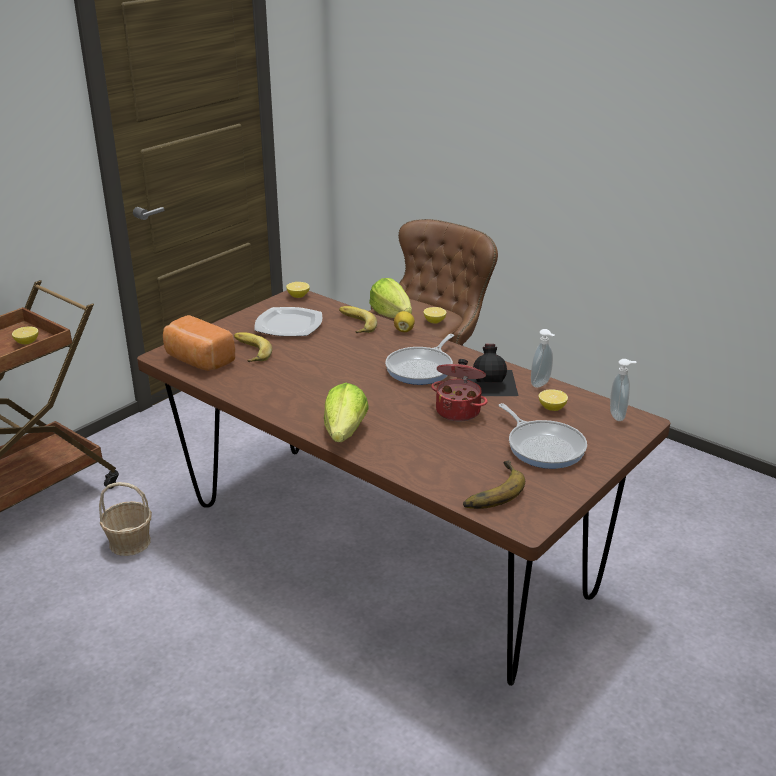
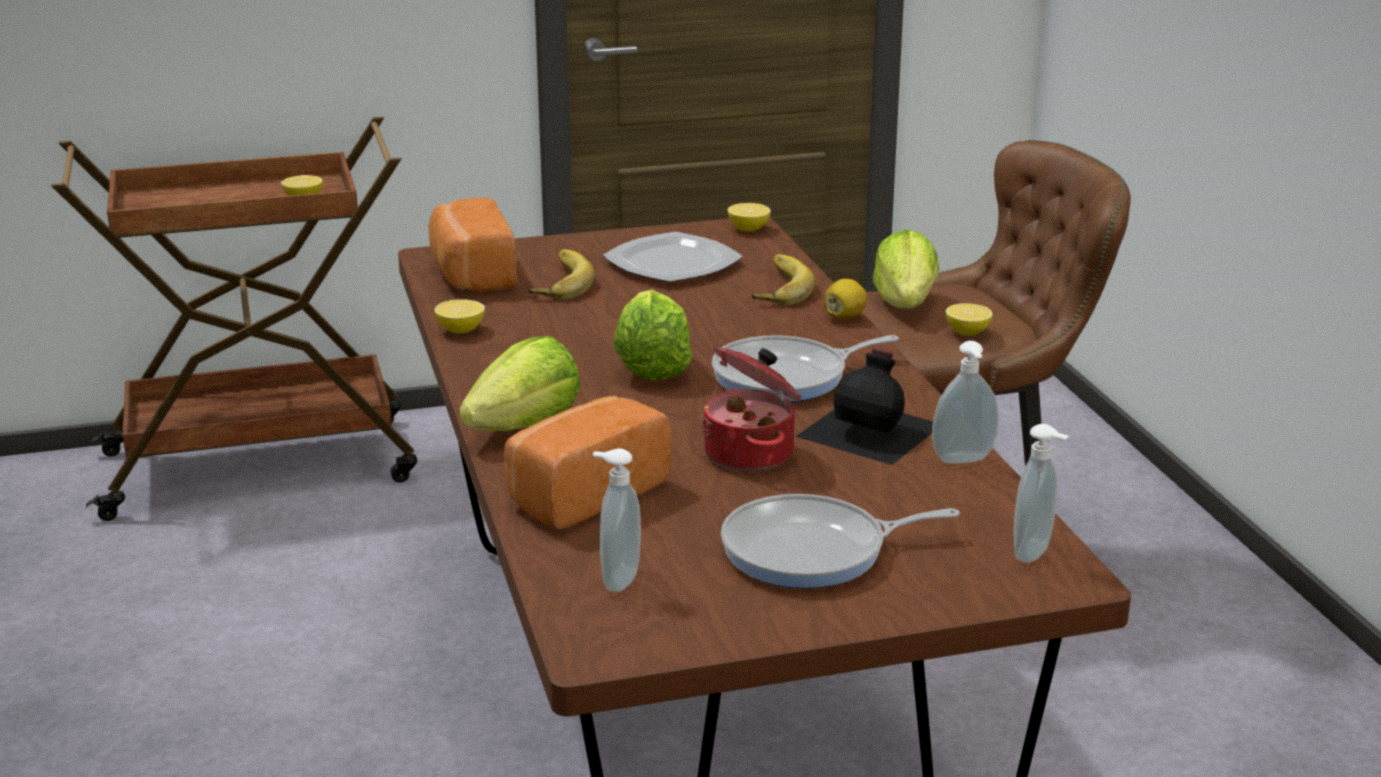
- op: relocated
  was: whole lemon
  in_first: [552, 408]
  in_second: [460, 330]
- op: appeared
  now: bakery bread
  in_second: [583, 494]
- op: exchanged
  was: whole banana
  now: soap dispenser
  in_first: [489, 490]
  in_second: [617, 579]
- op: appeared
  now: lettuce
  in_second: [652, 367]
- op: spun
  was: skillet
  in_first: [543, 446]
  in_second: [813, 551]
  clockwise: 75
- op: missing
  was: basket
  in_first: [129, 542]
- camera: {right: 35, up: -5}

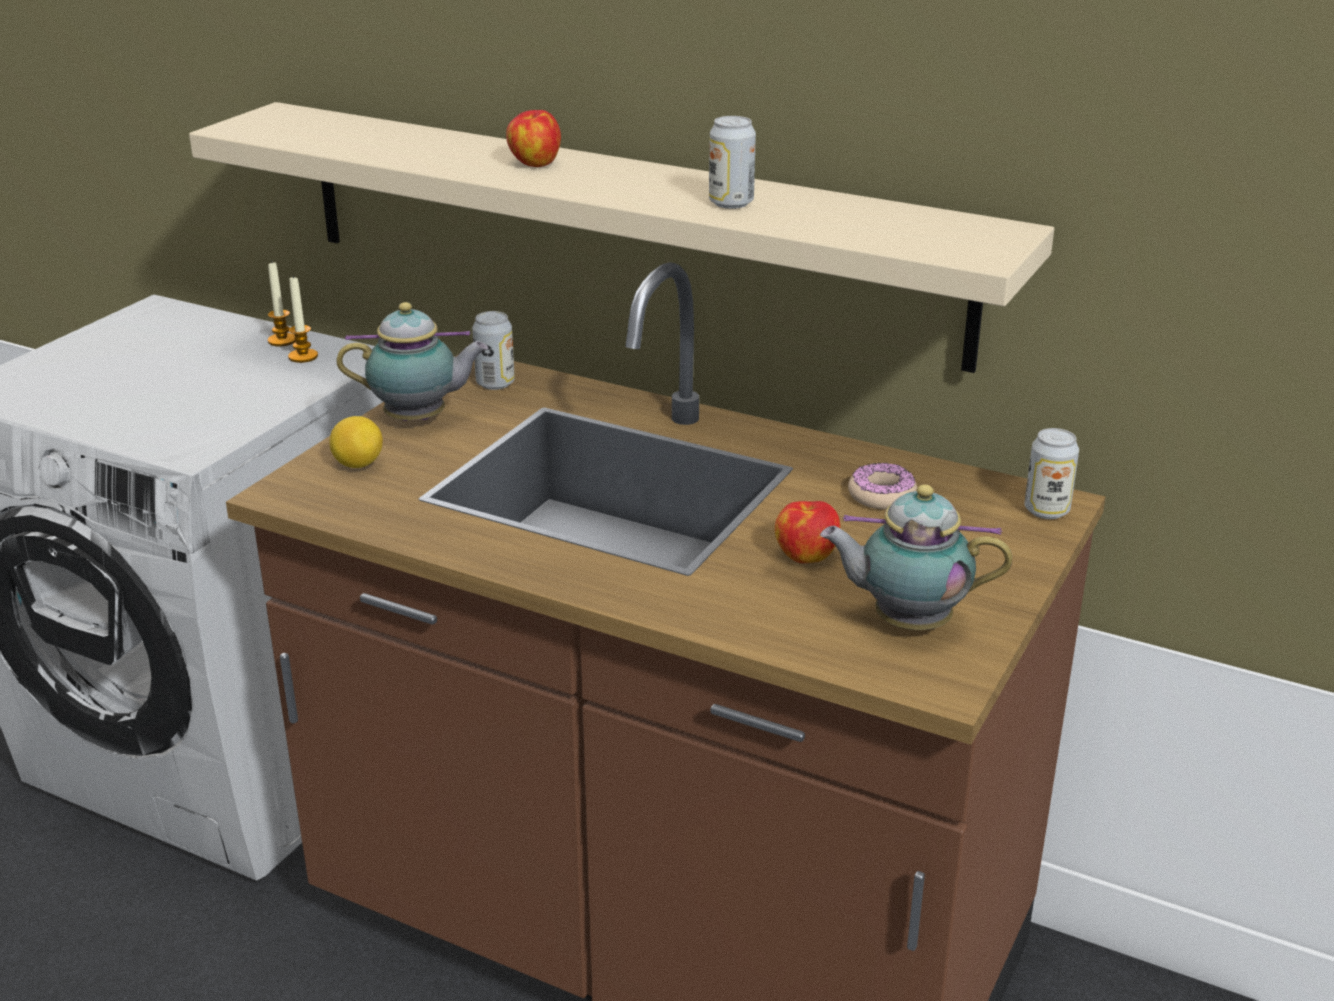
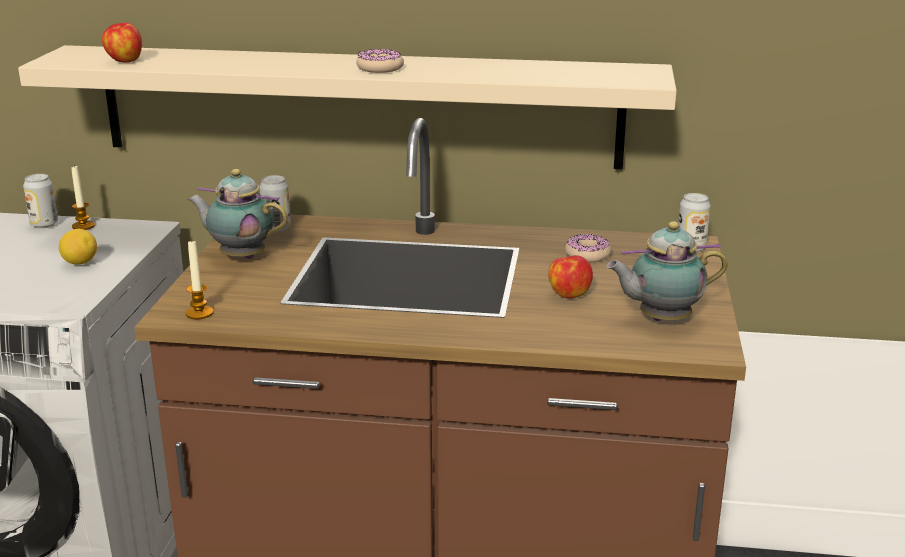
- op: relocated
  was: can
  in_first: [731, 203]
  in_second: [44, 224]
- op: relocated
  was: whole lemon
  in_first: [358, 465]
  in_second: [80, 263]
- op: relocated
  was: apple
  in_first: [534, 164]
  in_second: [124, 61]
- op: relocated
  was: wax light
  in_first: [303, 356]
  in_second: [199, 313]
- op: spun
  was: pot for tea
  in_first: [420, 420]
  in_second: [240, 256]
  clockwise: -135
- op: appeared
  now: ring doughnut
  in_second: [380, 68]
- camera: {right: -20, up: -5}

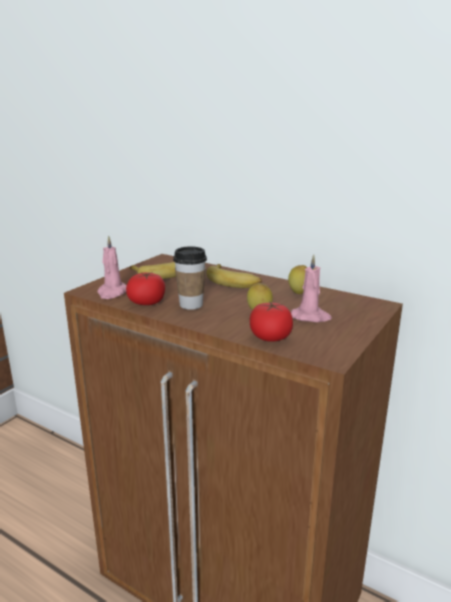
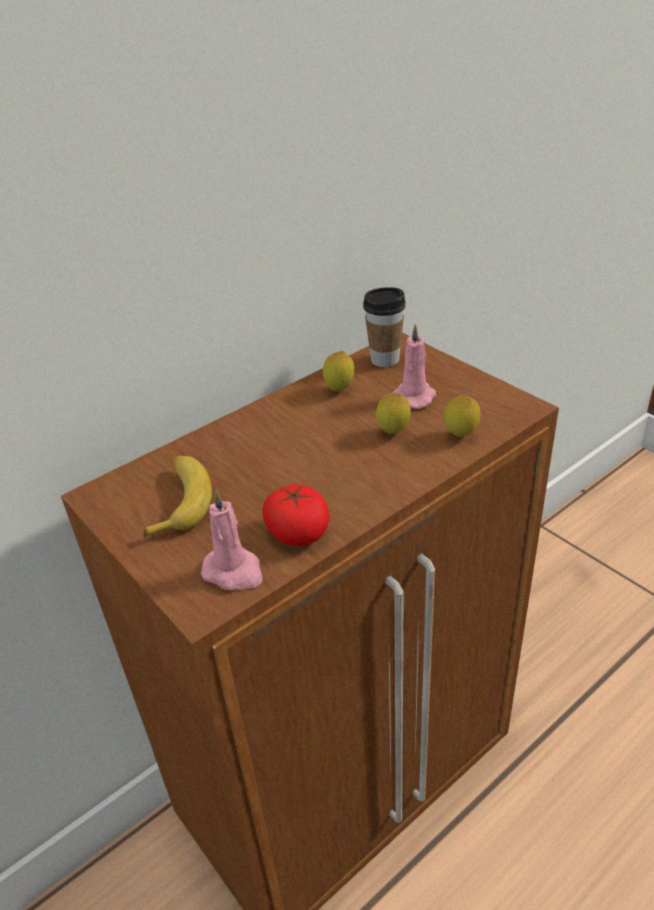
- op: relocated
  was: small cup
  in_first: [191, 305]
  in_second: [385, 359]
- op: exchanged
  was: tomato
  now: whole lemon
  in_first: [270, 336]
  in_second: [460, 436]
- op: missing
  was: whole banana
  in_first: [233, 282]
- camera: {right: -70, up: 15}

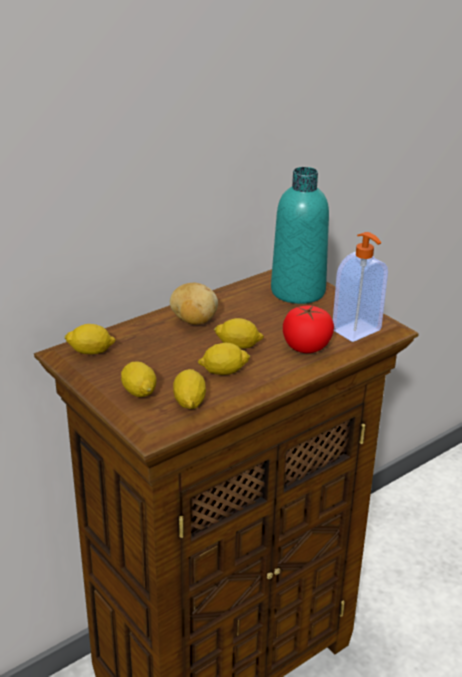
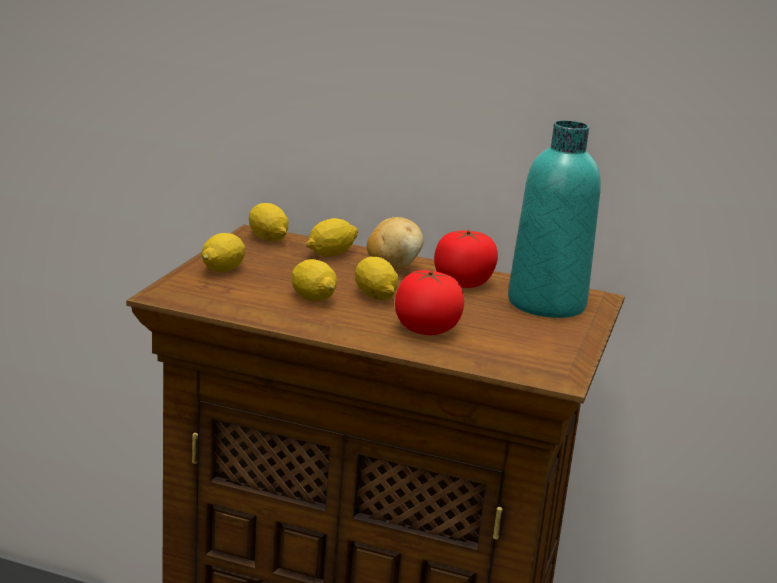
- op: relocated
  was: whole lemon
  in_first: [189, 402]
  in_second: [330, 253]
- op: appeared
  now: tomato
  in_second: [463, 283]
- op: missing
  was: soap dispenser
  in_first: [357, 331]
- camera: {right: 55, up: -10}

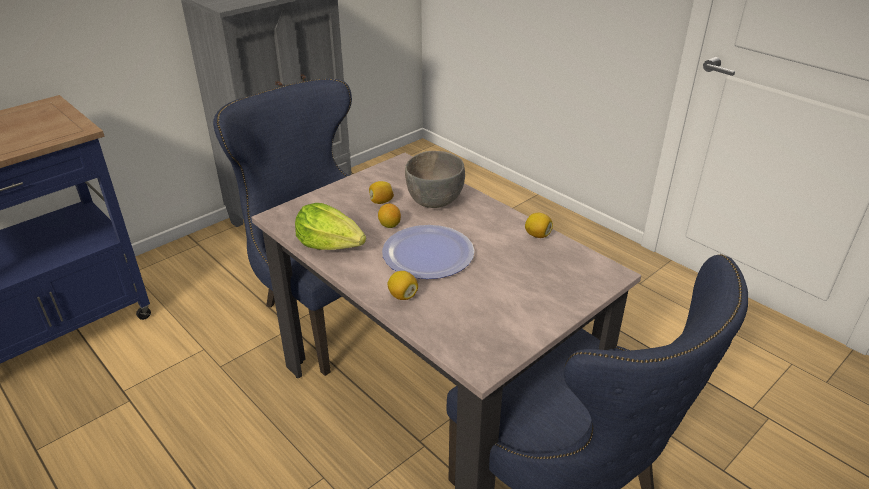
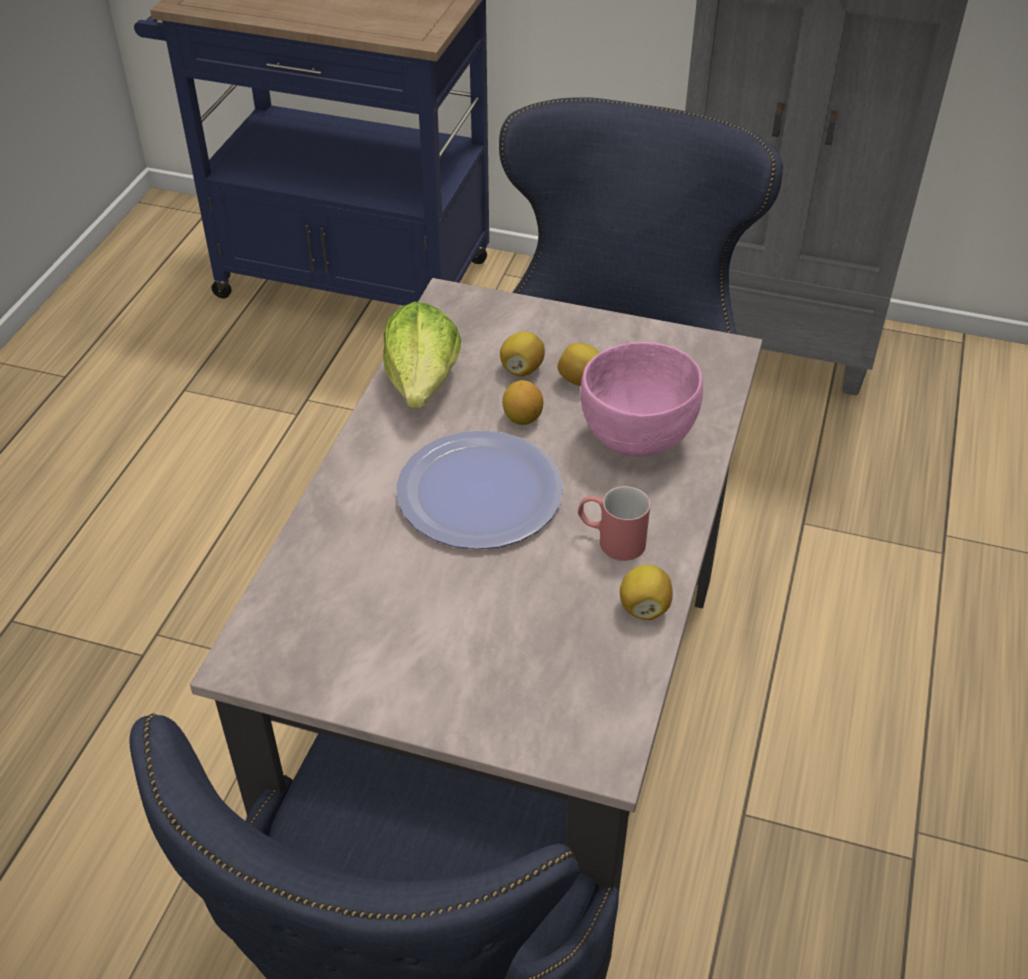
- op: relocated
  was: whole lemon
  in_first: [402, 295]
  in_second: [522, 369]
- op: appeared
  now: reddish tea mug
  in_second: [610, 540]
- op: colour
  was: greyish serving bowl
  now: pink serving bowl
  in_first: [435, 201]
  in_second: [638, 438]
- camera: {right: 60, up: 10}

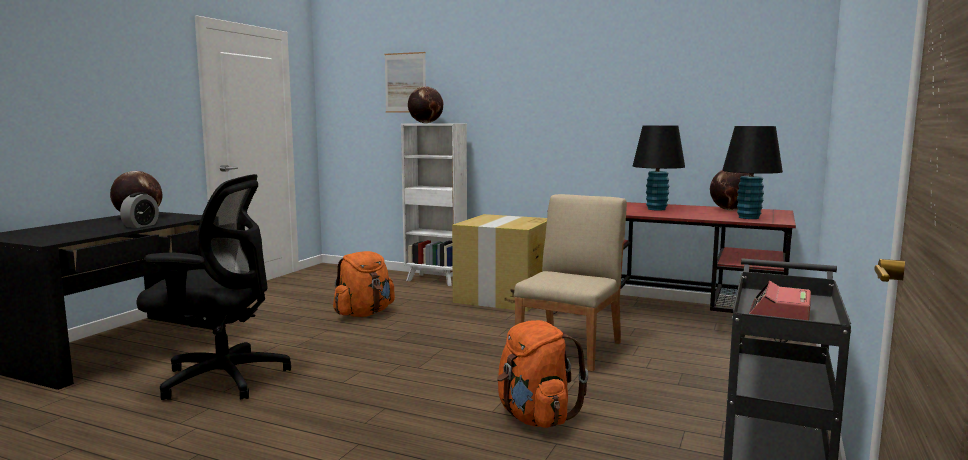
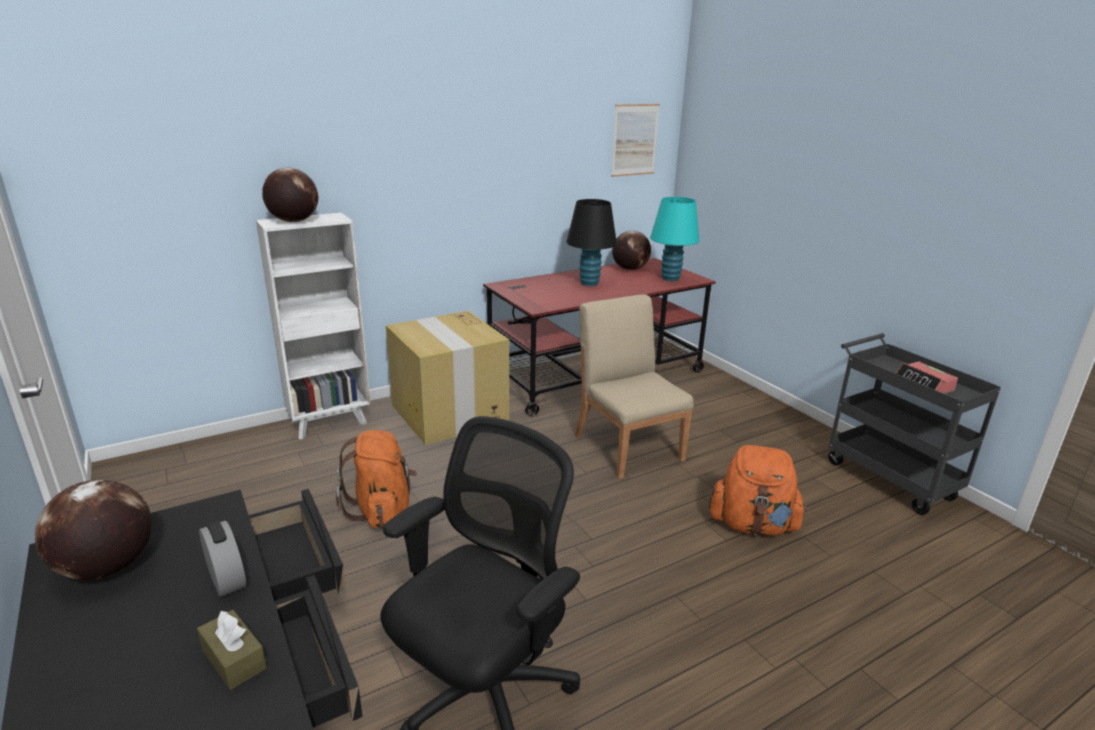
- op: appeared
  now: brownish tissue holder
  in_second: [234, 659]
- op: relocated
  was: wall art
  in_first: [405, 82]
  in_second: [635, 140]
- op: colour
  was: blackish tabletop lamp
  now: turquoise-coloured tabletop lamp
  in_first: [748, 217]
  in_second: [670, 278]
- camera: {right: -55, up: 15}

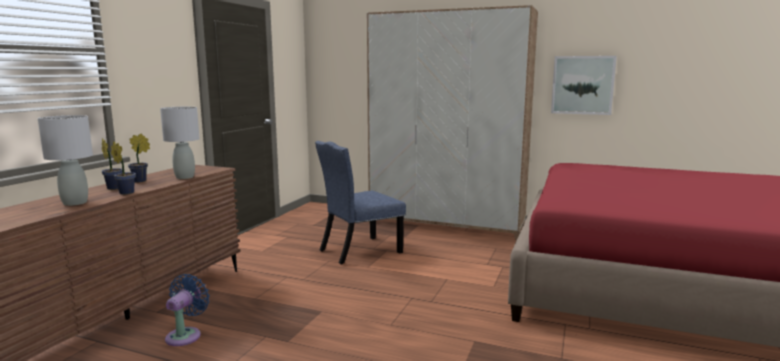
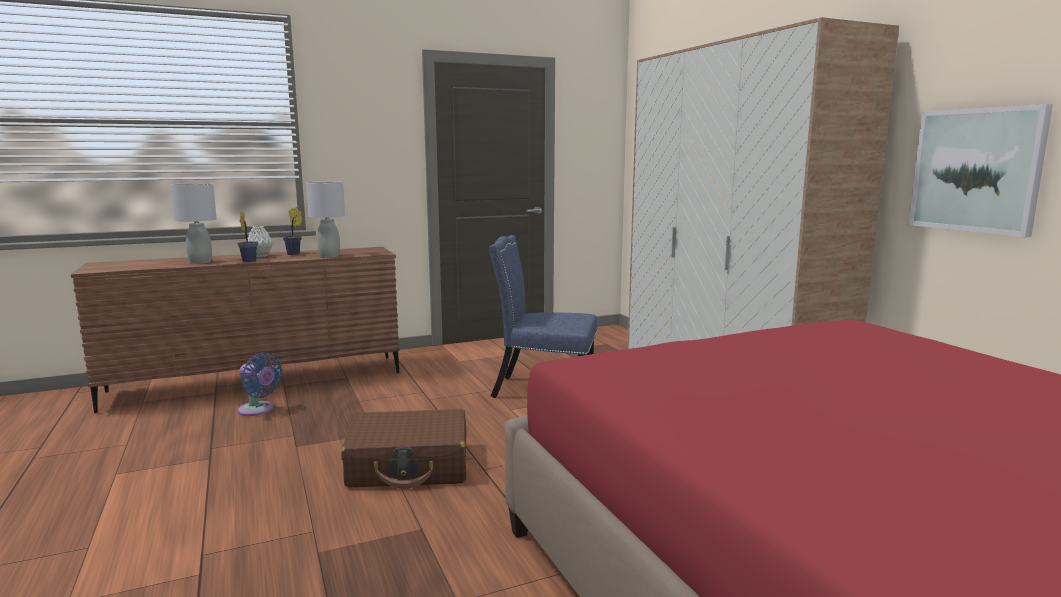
- op: spun
  was: blue cooling fan
  in_first: [186, 335]
  in_second: [258, 410]
  clockwise: 60
- op: exchanged
  was: plant in a pot
  now: greyish flower vase
  in_first: [113, 188]
  in_second: [260, 256]
- op: appeared
  now: brownish suitcase
  in_second: [409, 466]
- camera: {right: 45, up: 0}

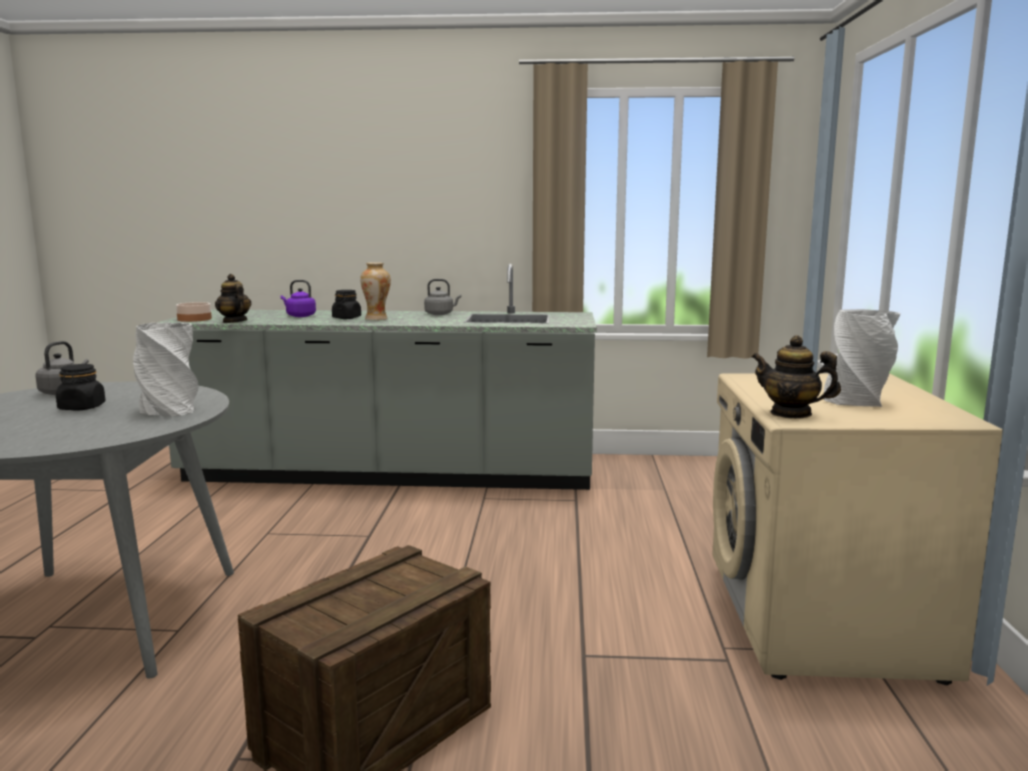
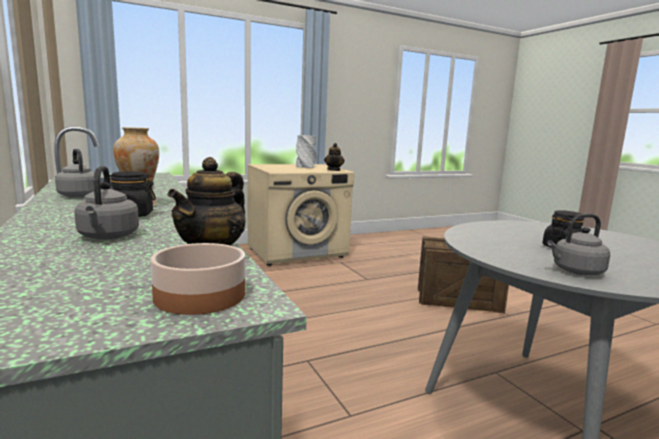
- op: colour
  was: purple tea kettle
  now: greyish tea kettle
  in_first: [299, 316]
  in_second: [108, 237]
- op: missing
  was: greyish flower vase
  in_first: [168, 410]
- camera: {right: -120, up: 0}

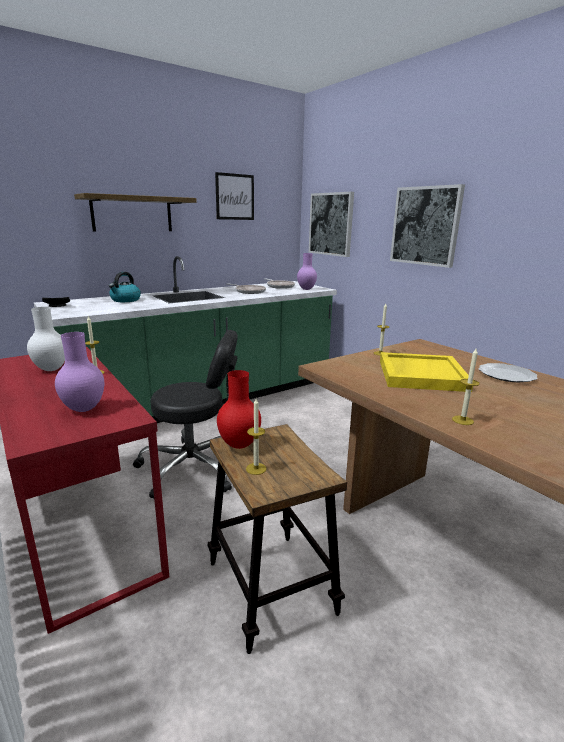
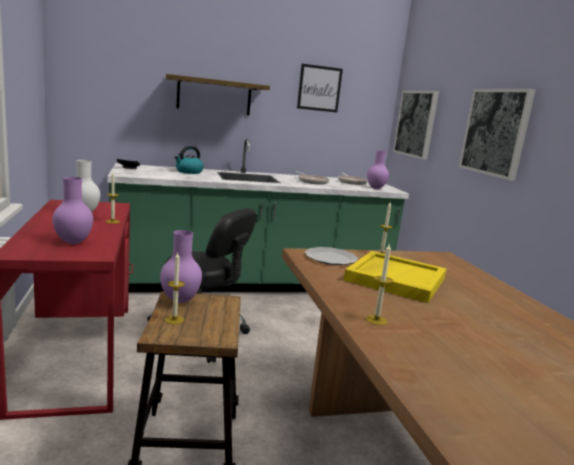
- op: colour
  was: reddish flower vase
  now: purple flower vase
  in_first: [240, 445]
  in_second: [180, 301]
- op: relocated
  was: plate
  in_first: [507, 375]
  in_second: [331, 258]
- camera: {right: 20, up: -5}

